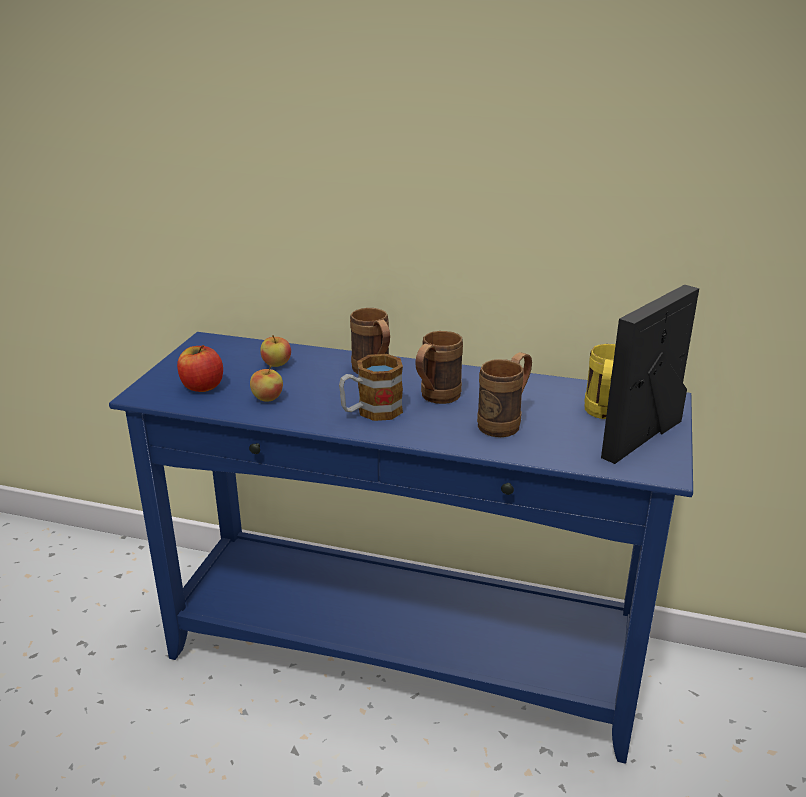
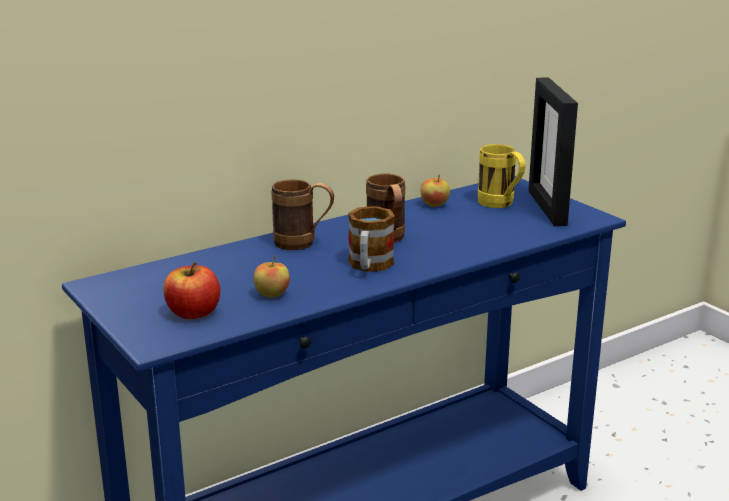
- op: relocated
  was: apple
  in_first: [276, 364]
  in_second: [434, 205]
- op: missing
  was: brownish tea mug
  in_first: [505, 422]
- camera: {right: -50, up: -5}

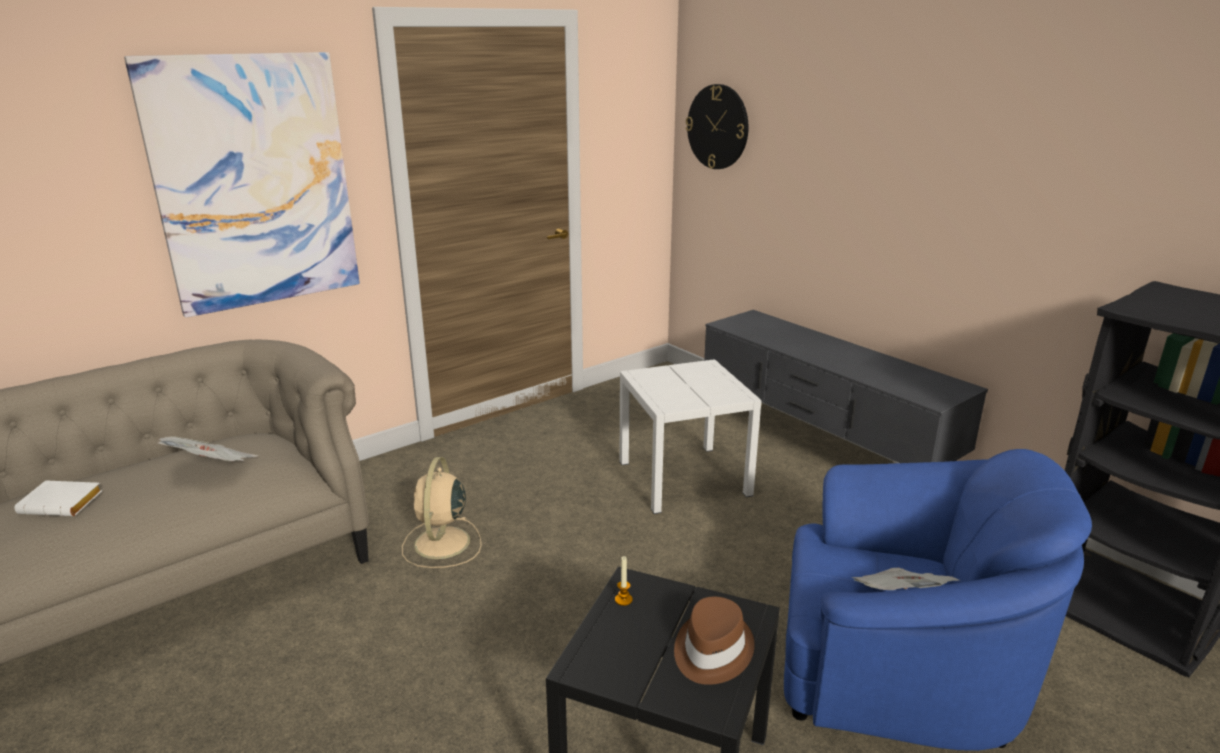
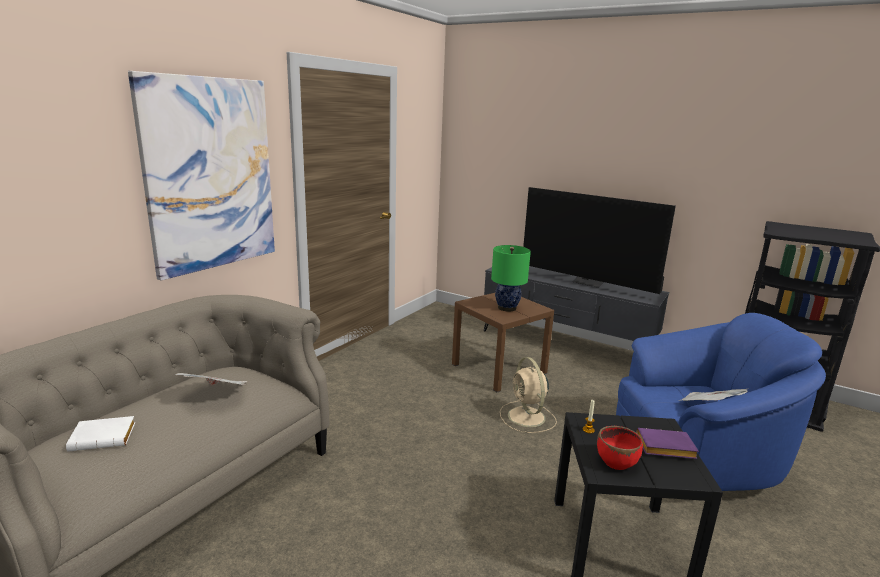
- op: colour
  was: white end table
  now: brownish end table
  in_first: [685, 478]
  in_second: [500, 369]
- op: appeared
  now: green tabletop lamp
  in_second: [506, 308]
- op: relocated
  was: sand-coloured cooling fan
  in_first: [441, 544]
  in_second: [527, 417]
- op: appeared
  now: TV
  in_second: [589, 282]
- op: appeared
  now: reddish serving bowl
  in_second: [616, 462]
- op: exchanged
  was: brownish hat
  now: purple book
  in_first: [711, 651]
  in_second: [664, 448]
- op: missing
  was: hanging clock
  in_first: [718, 127]
- camera: {right: -20, up: -5}

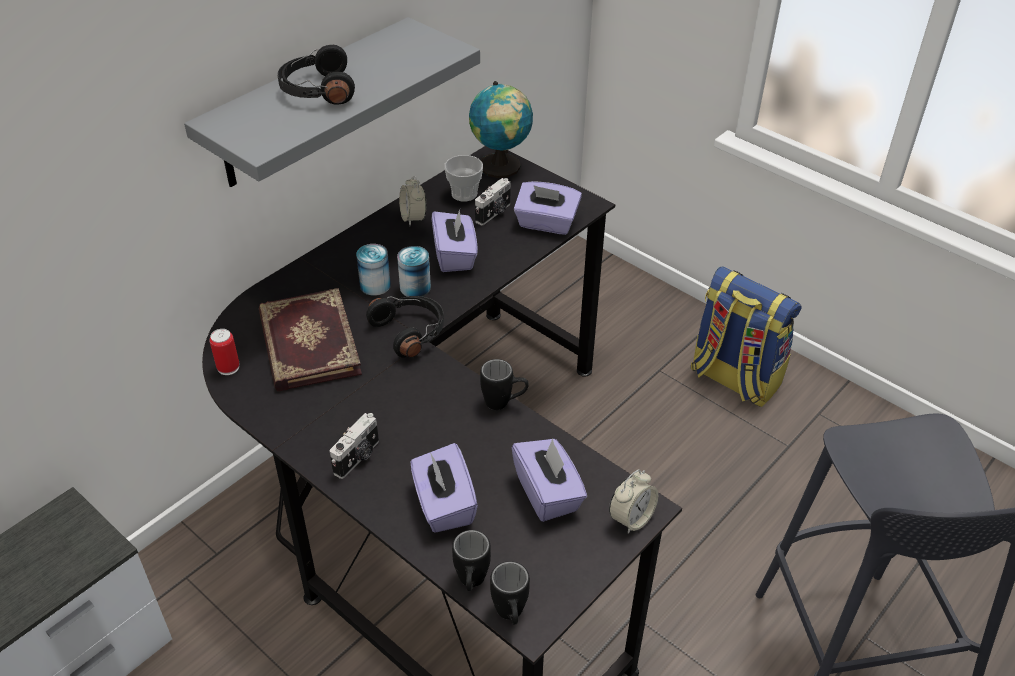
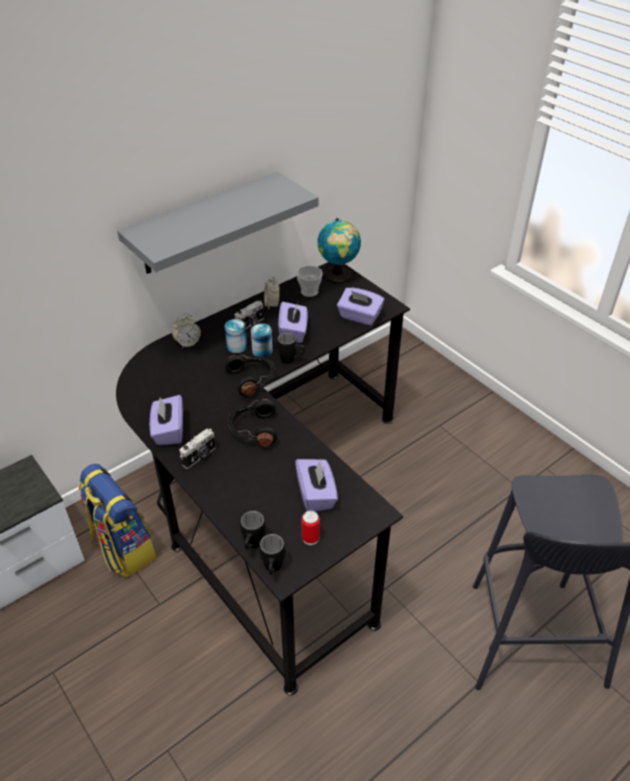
- op: relocated
  was: backpack
  in_first: [733, 378]
  in_second: [122, 548]
- op: relocated
  was: purple tissue holder
  in_first: [443, 505]
  in_second: [169, 431]
- op: relocated
  was: alarm clock
  in_first: [631, 518]
  in_second: [187, 343]
- op: relocated
  was: blackish headphones
  in_first: [317, 90]
  in_second: [253, 430]
- op: relocated
  was: still camera
  in_first: [494, 213]
  in_second: [250, 324]
- op: relocated
  was: blackish tea mug
  in_first: [504, 403]
  in_second: [291, 360]
- op: relocated
  was: can
  in_first: [228, 367]
  in_second: [310, 538]
- op: missing
  was: book
  in_first: [307, 343]
- camera: {right: 10, up: 0}

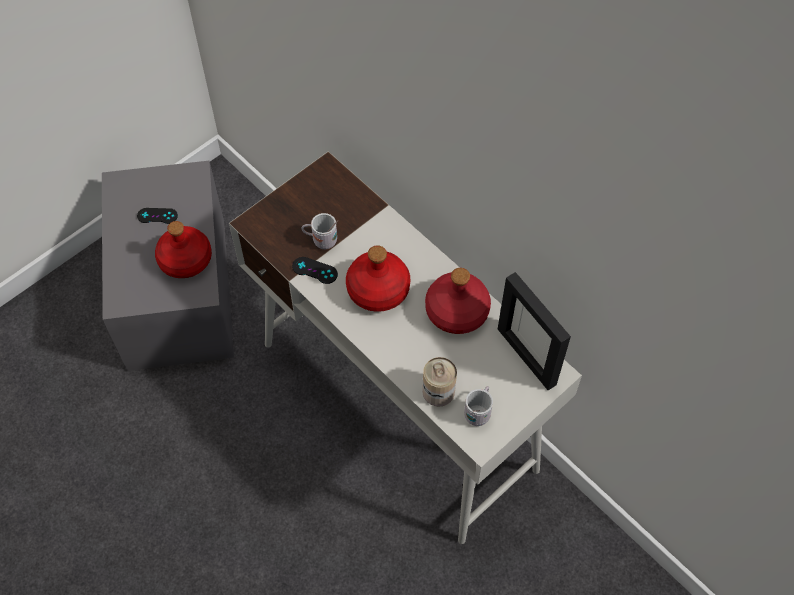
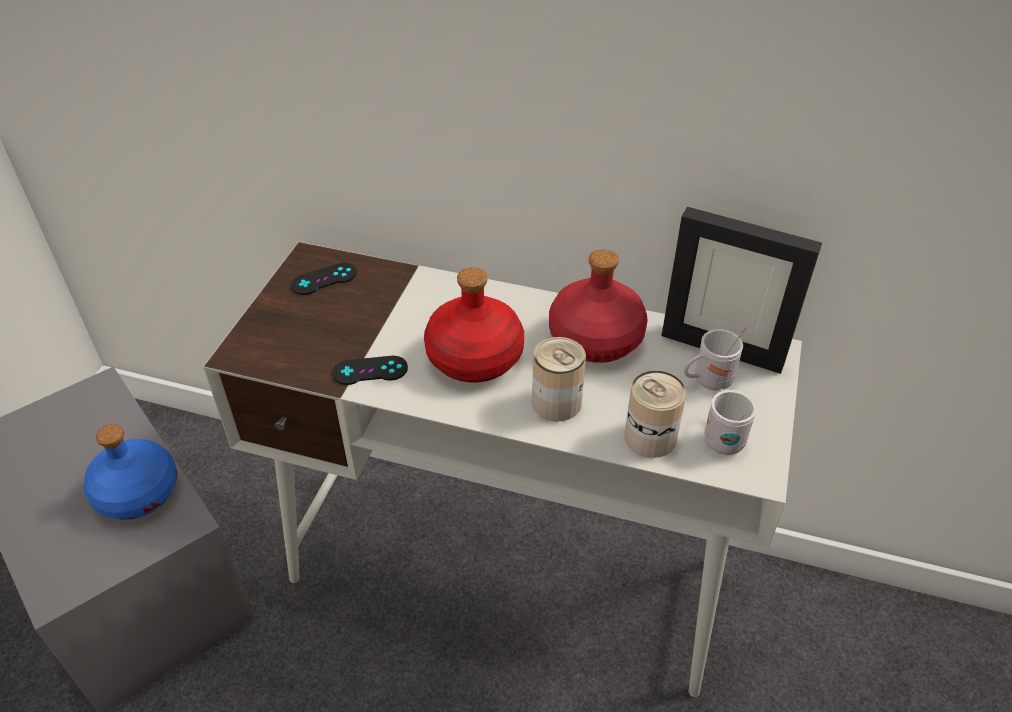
- op: colour
  was: reddish bottle
  now: blue bottle
  in_first: [186, 260]
  in_second: [138, 492]
- op: relocated
  was: blackish gamepad
  in_first: [157, 216]
  in_second: [324, 279]
- op: appeared
  now: can
  in_second: [556, 402]
- op: relocated
  was: white tea mug
  in_first: [321, 240]
  in_second: [707, 381]
- camera: {right: -30, up: -15}

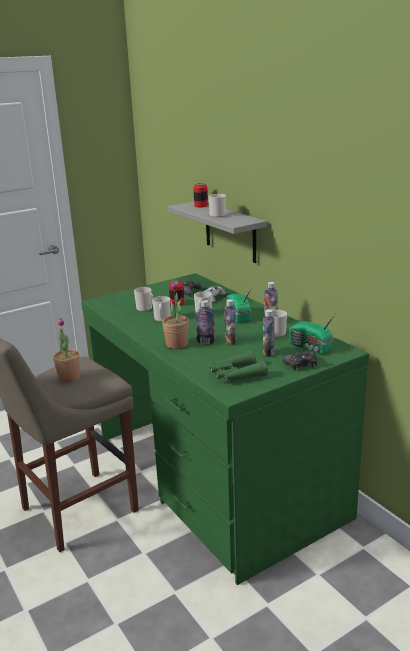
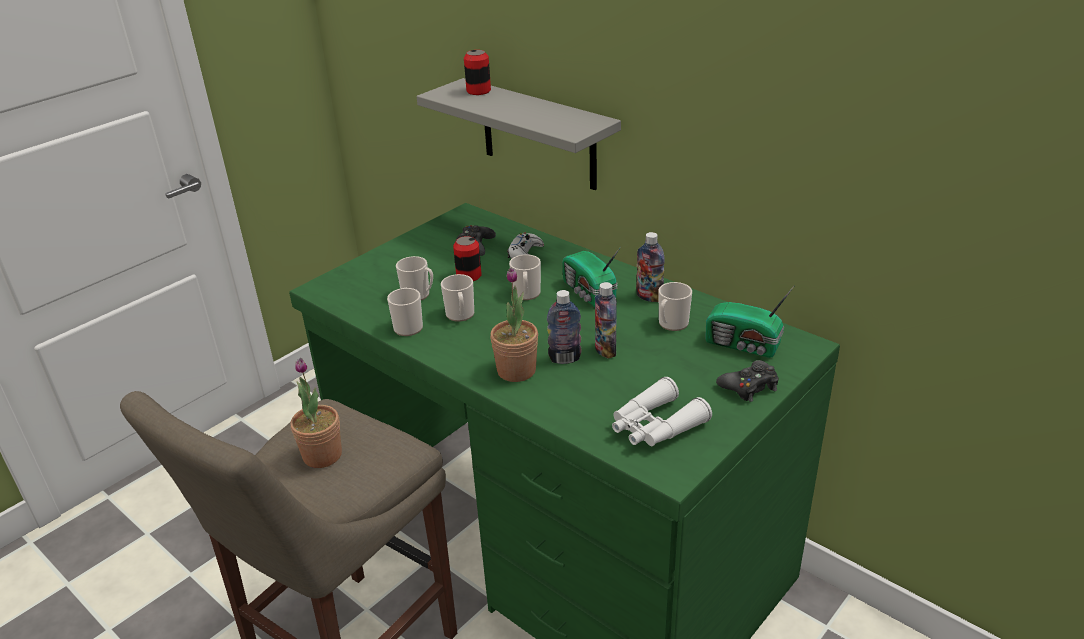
- op: relocated
  was: tea mug
  in_first: [218, 215]
  in_second: [408, 326]
- op: colour
  was: green binoculars
  now: white binoculars
  in_first: [236, 375]
  in_second: [655, 426]
- op: missing
  was: bottle
  in_first: [268, 353]
- camera: {right: -15, up: 10}

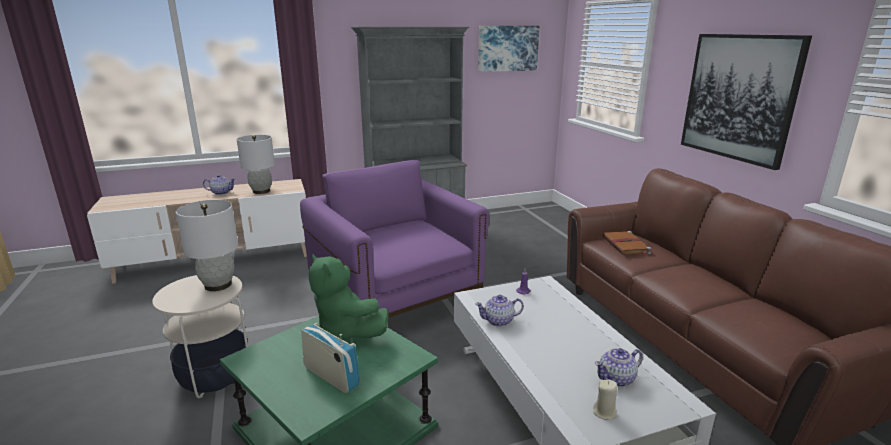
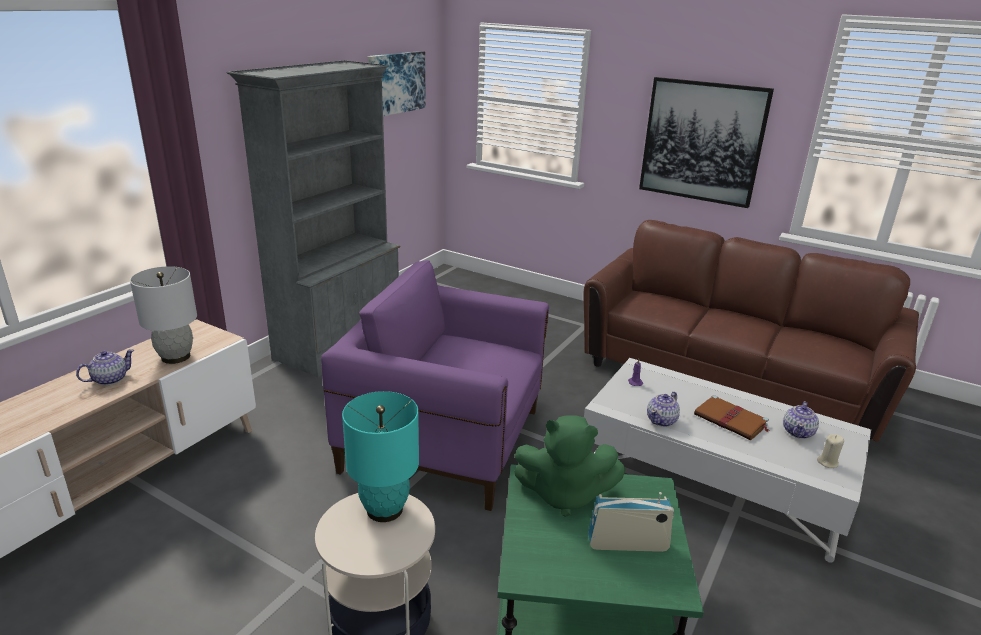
- op: colour
  was: white tabletop lamp
  now: turquoise-coloured tabletop lamp
  in_first: [218, 285]
  in_second: [385, 509]
- op: relocated
  was: brownish book
  in_first: [626, 245]
  in_second: [731, 420]
- camera: {right: -40, up: 5}

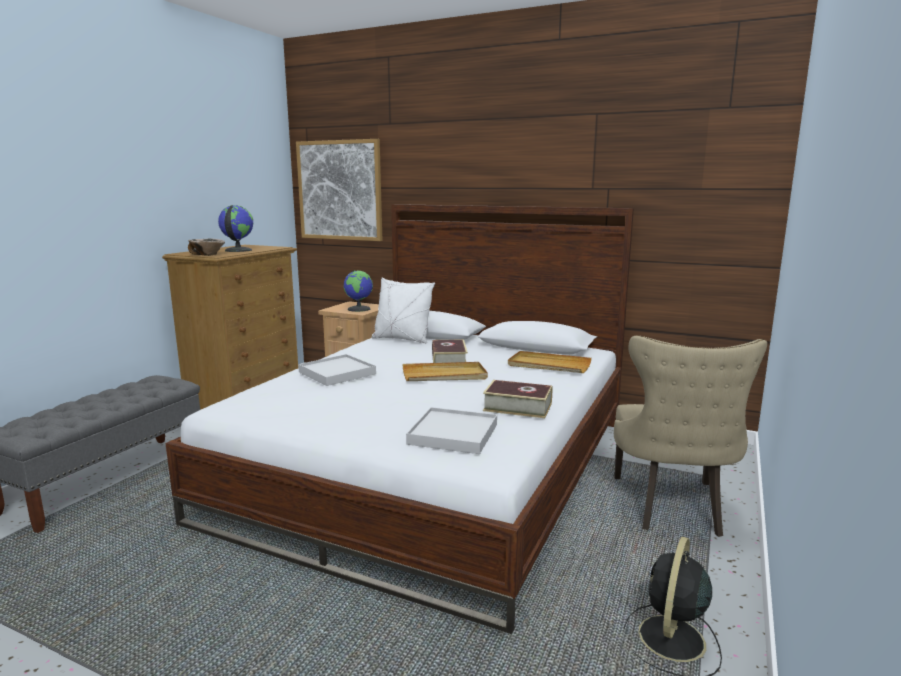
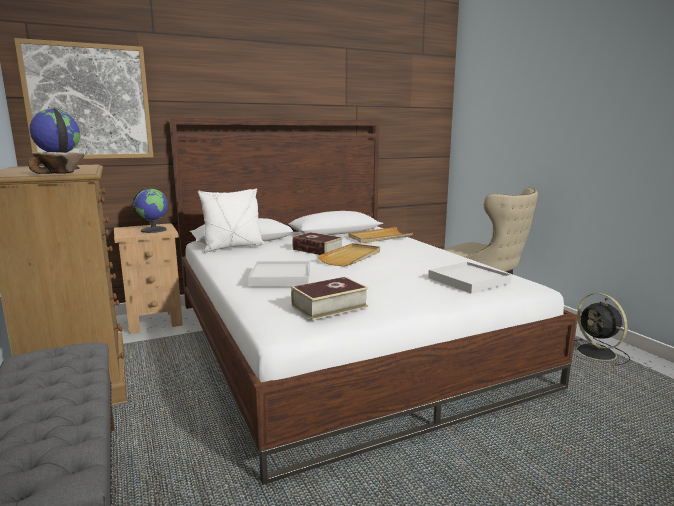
- op: relocated
  was: book
  in_first: [517, 407]
  in_second: [329, 306]
- camera: {right: -50, up: 0}

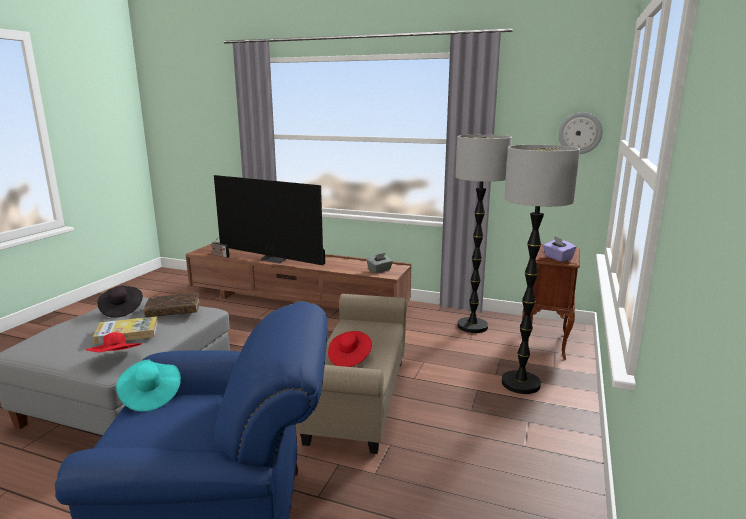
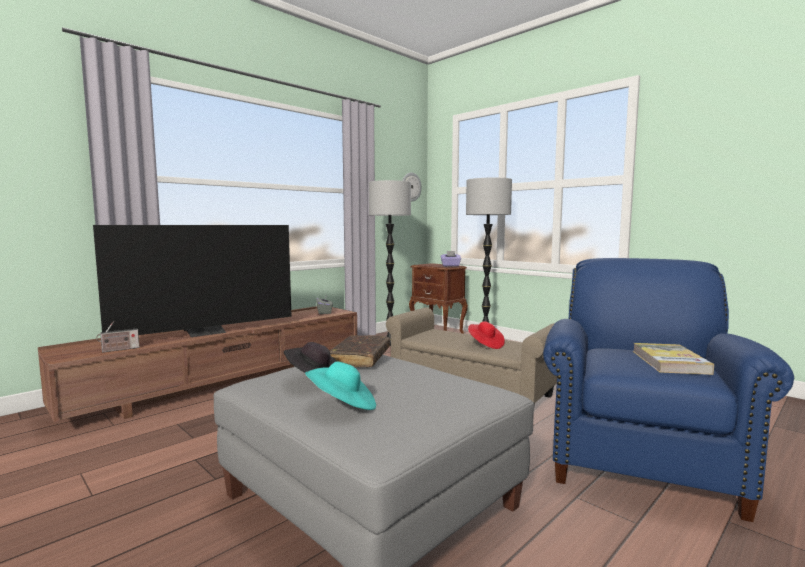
- op: relocated
  was: turquoise-coloured hat
  in_first: [150, 396]
  in_second: [342, 405]
- op: relocated
  was: book
  in_first: [127, 332]
  in_second: [669, 362]
- op: missing
  was: reddish hat
  in_first: [116, 359]
- camera: {right: -65, up: -10}

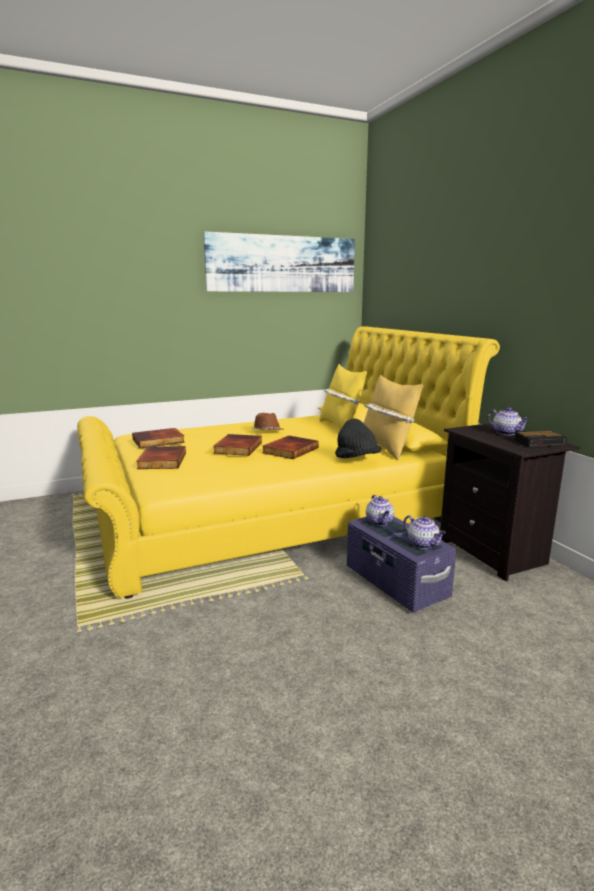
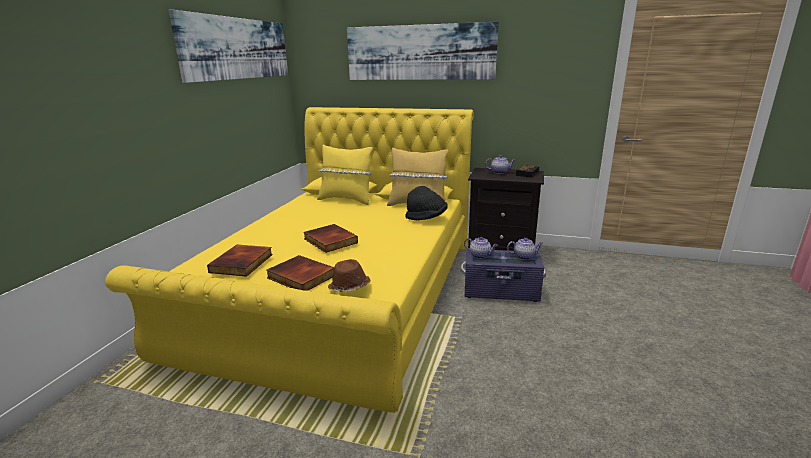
- op: relocated
  was: brownish hat
  in_first: [266, 432]
  in_second: [349, 287]
- op: appeared
  now: wall art
  in_second: [419, 52]
- op: missing
  was: book
  in_first: [290, 450]
- camera: {right: -50, up: 5}

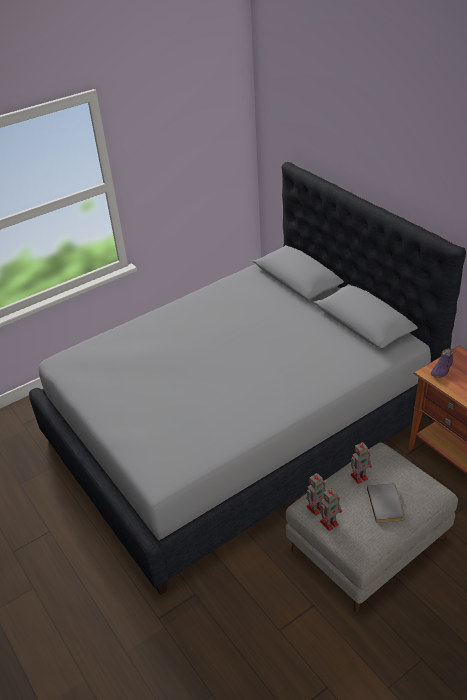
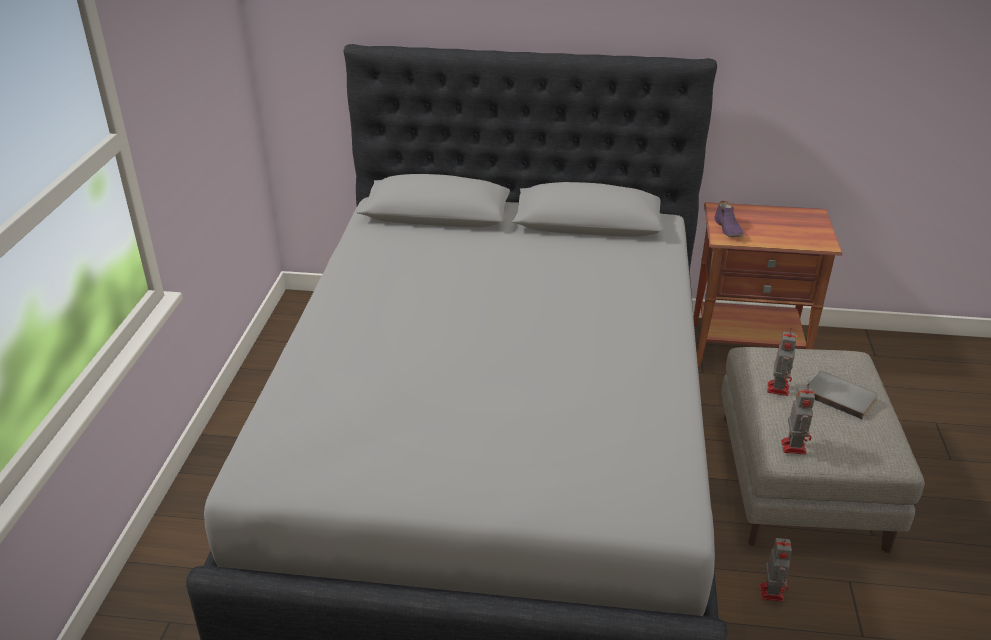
- op: relocated
  was: robot figure
  in_first: [329, 522]
  in_second: [771, 591]
- camera: {right: -50, up: -5}

